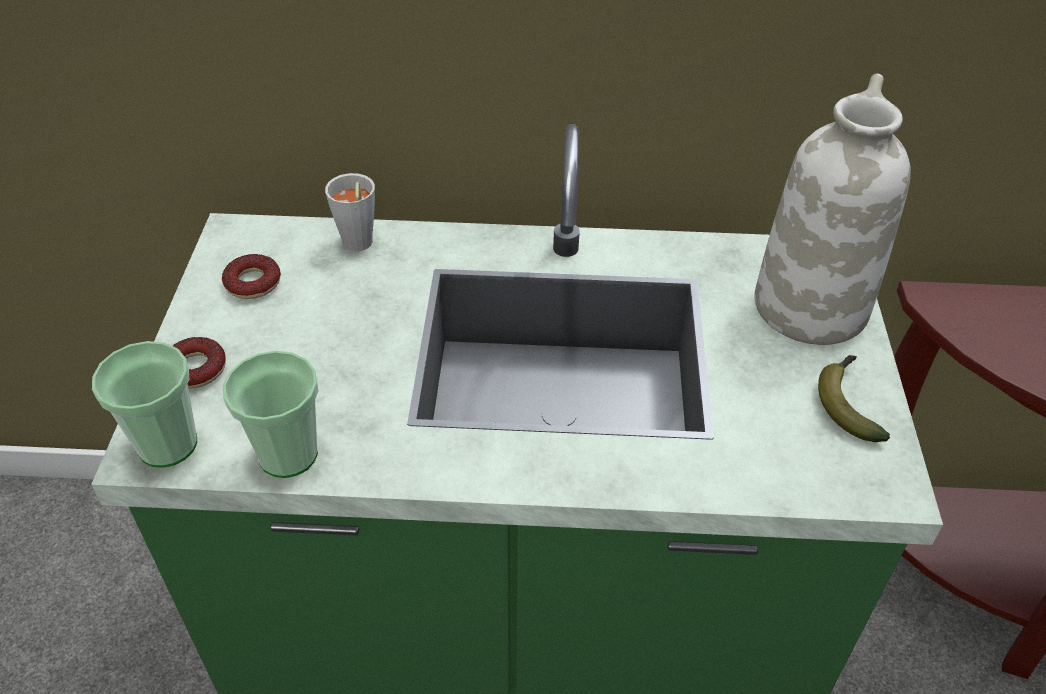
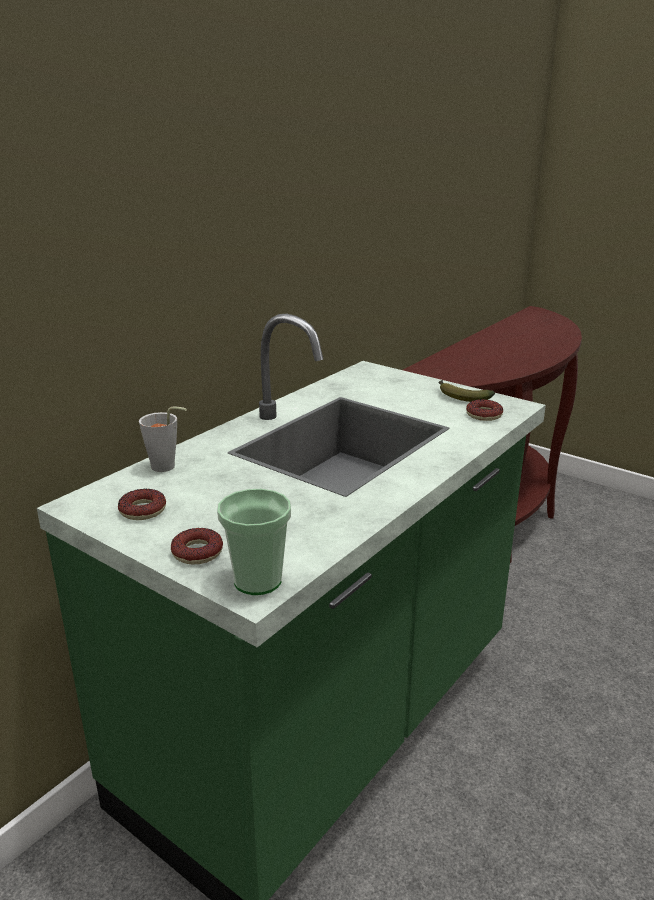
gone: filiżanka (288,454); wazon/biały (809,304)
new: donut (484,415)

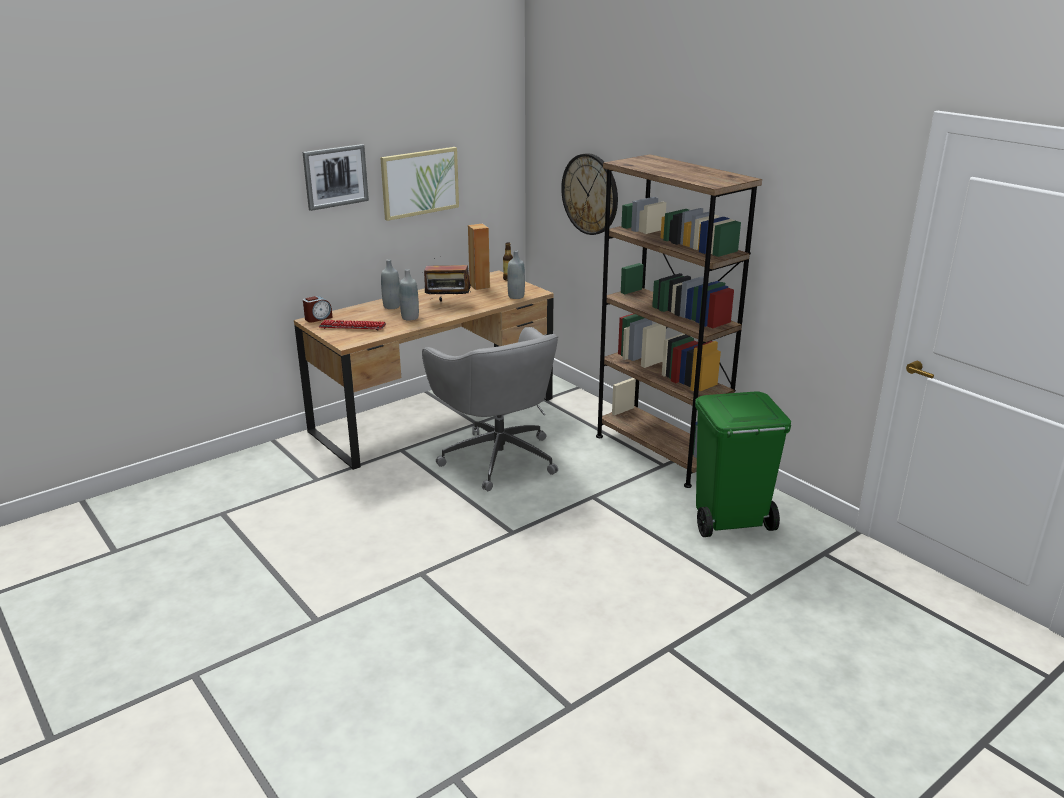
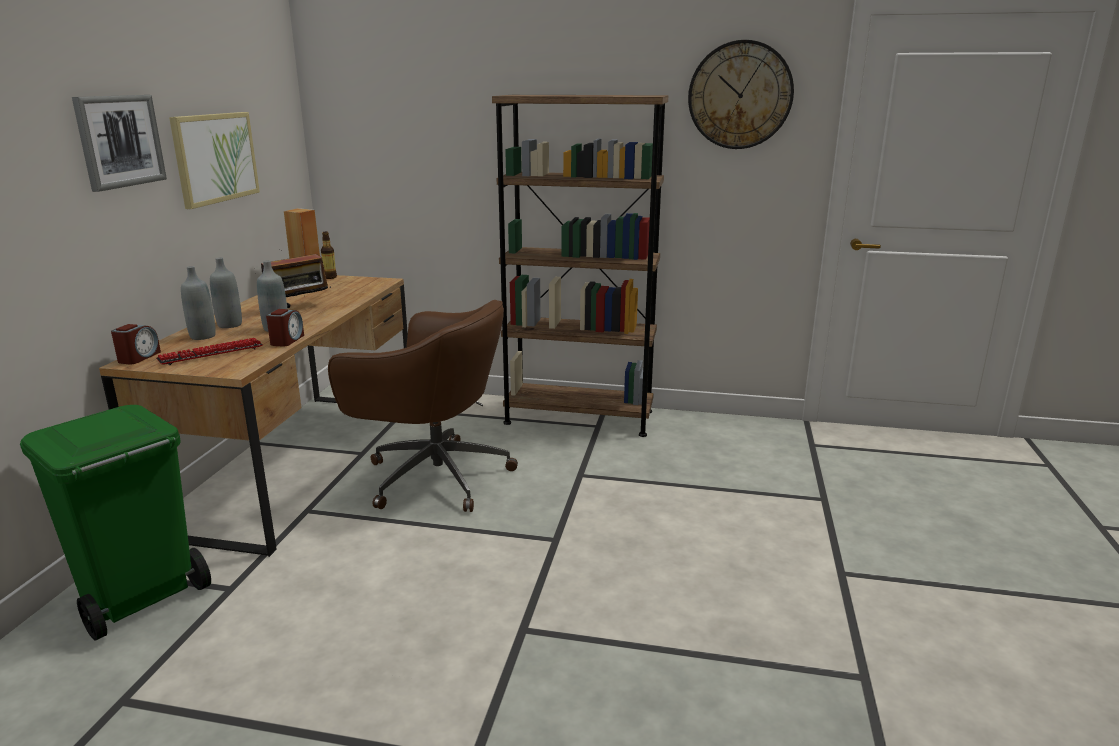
new: budzik (287,340)
shifted: kosz na śmieci/zielony (729,521) to (138,599); butelka/szary (516,296) to (202,336); zegar ścienny (590,194) to (740,95)
repainted: krzesło biurowe/szary (498,457) to krzesło biurowe/brązowy (433,476)

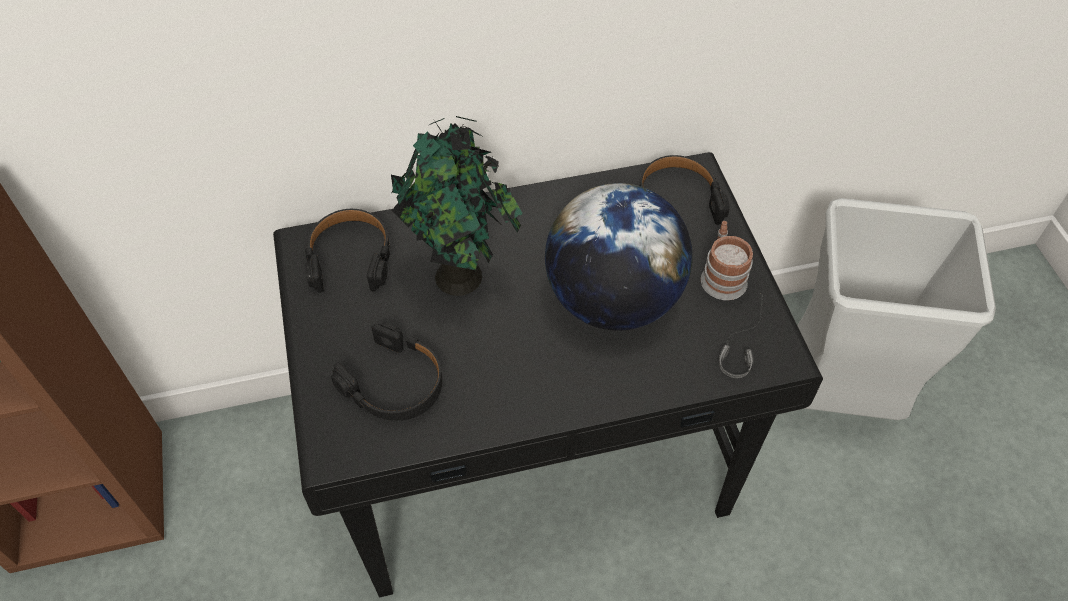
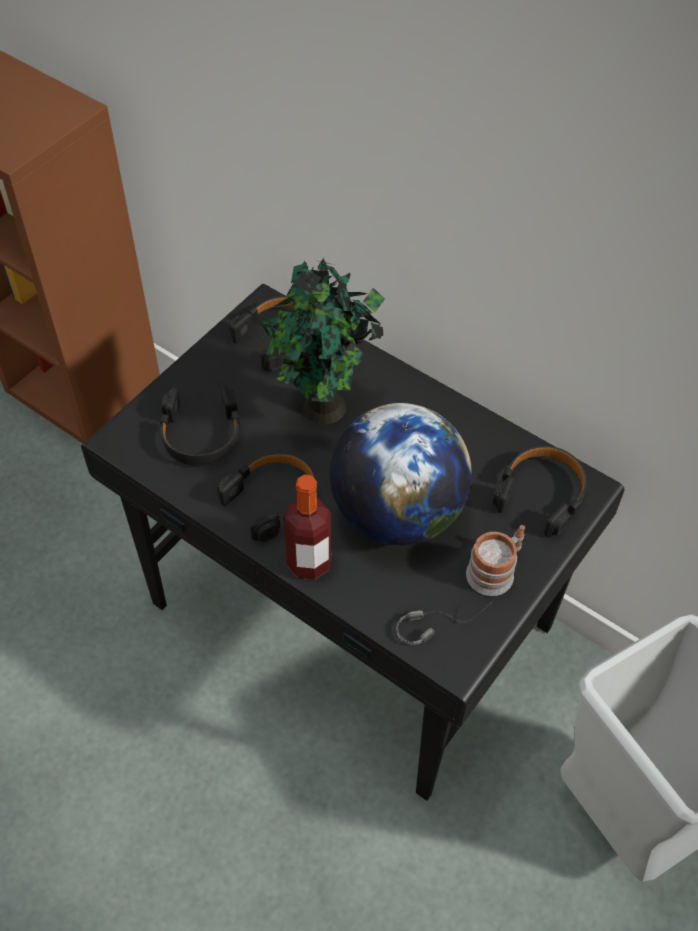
new: słuchawki/czarny (273,500); butelka (309,562)

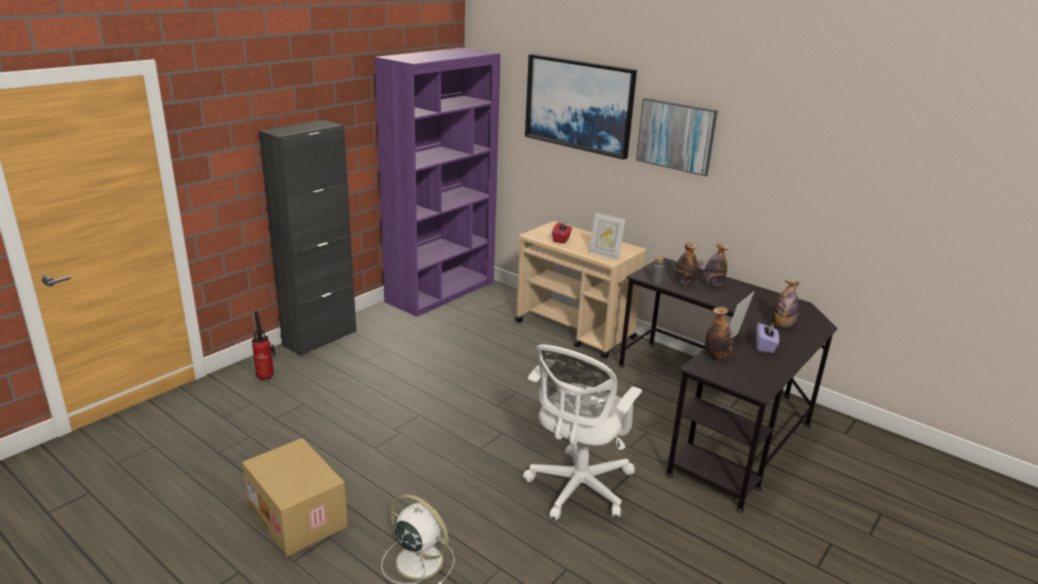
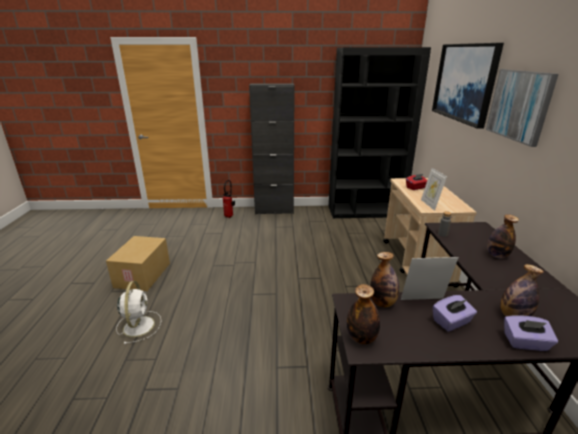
gone: krzesło biurowe/biały (577,489)
new: pudełko chusteczek/fioletowy (525,343)
shifted: butelka (684,283) to (361,338)
repainted: regał/fioletowy (441,292) to regał/czarny (365,211)

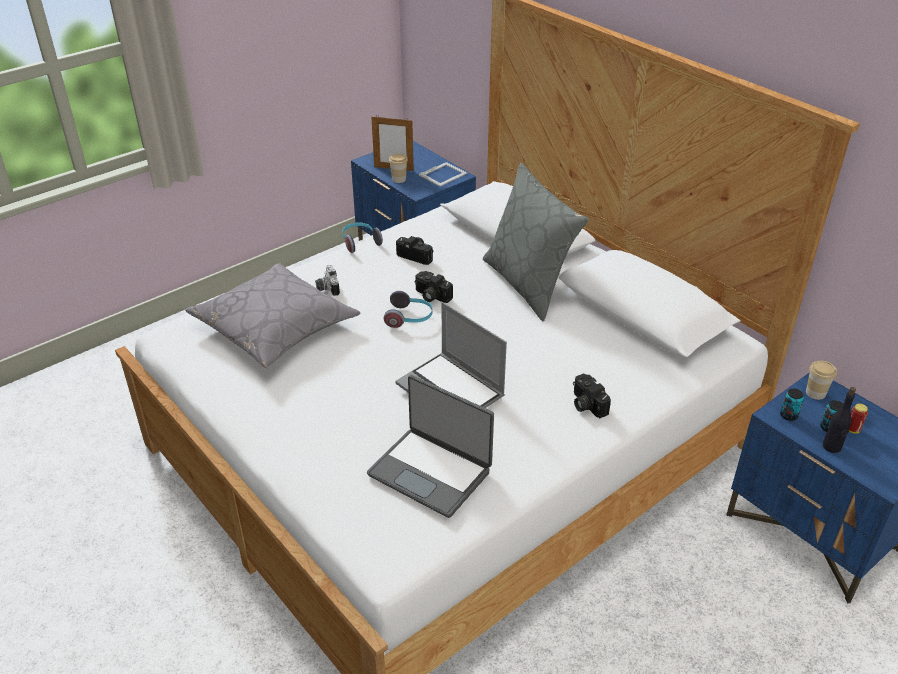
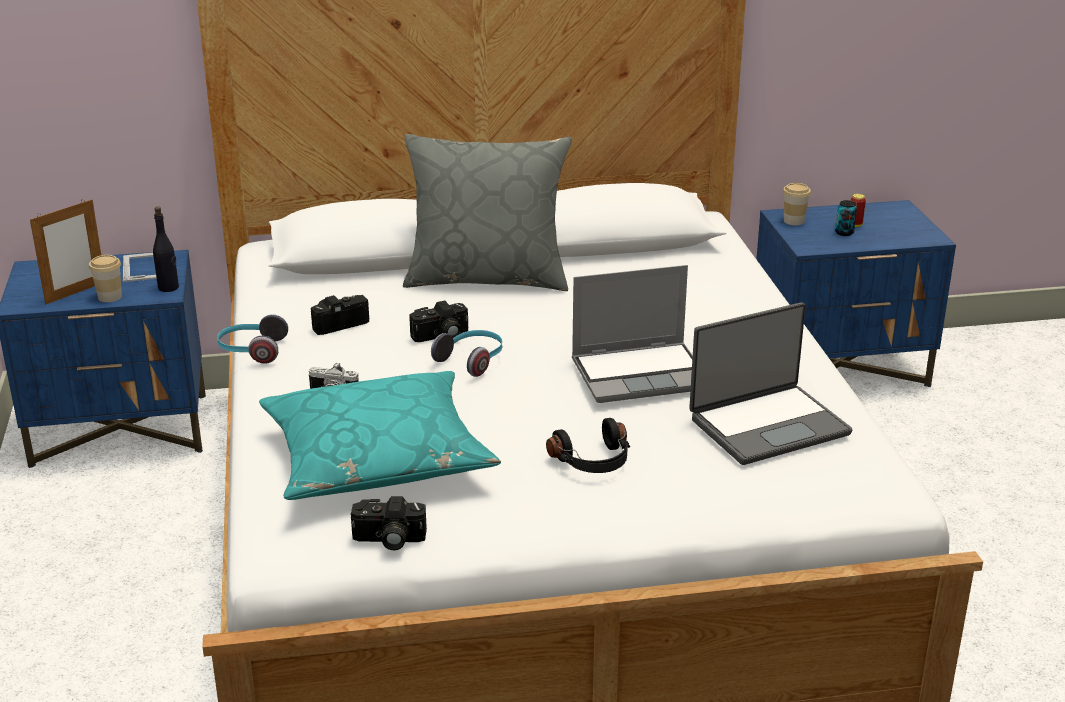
gone: puszka (788,415)
new: słuchawki/czarny (594,462)
shifted: butelka/czarny (832,447) to (168,288); aparat fotograficzny (586,404) to (388,540)
repainted: poduszka/szary (275,326) to poduszka/turkusowy (377,457)

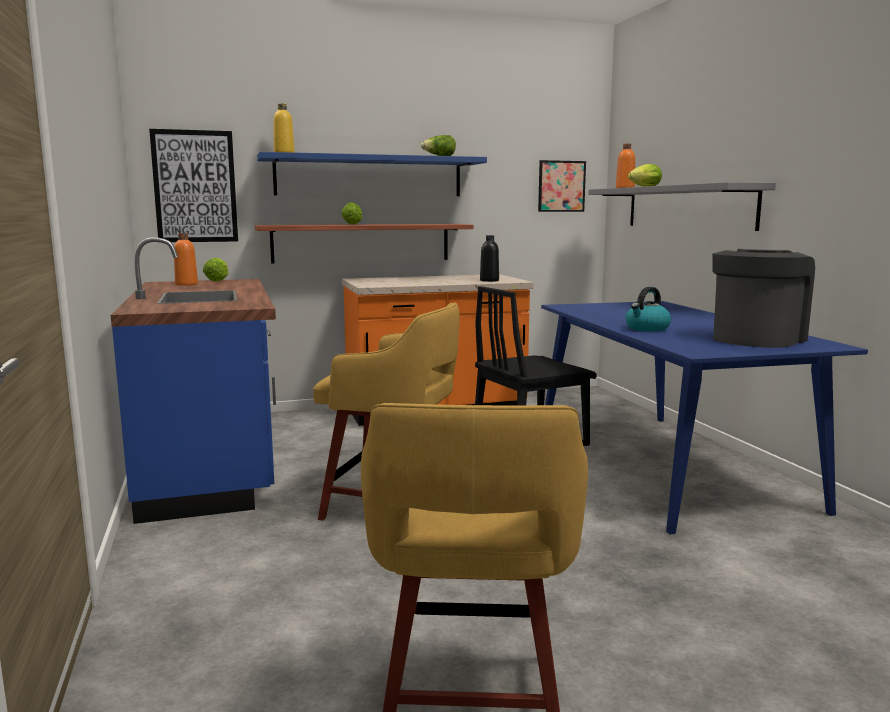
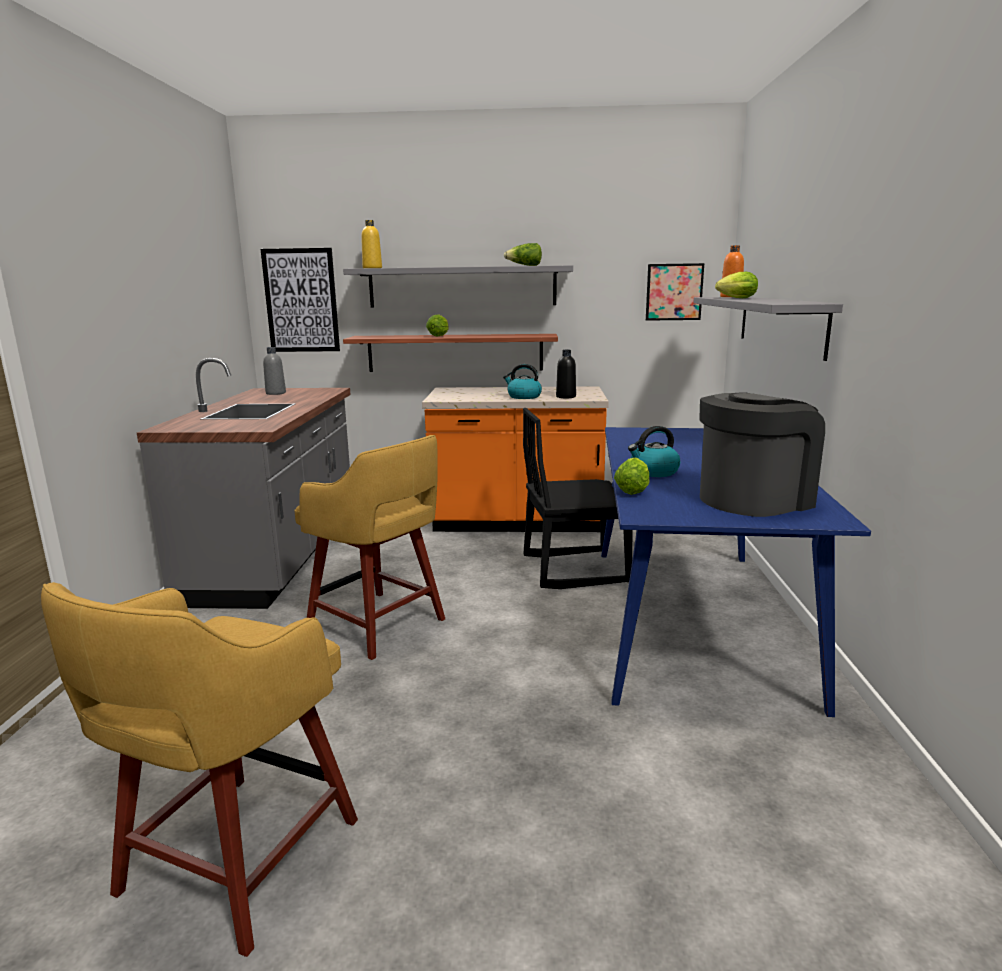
new: czajnik (523,397)
shifted: sałata (218,280) to (633,490)
repainted: zabudowa kuchenna/niebieski (211,463) to zabudowa kuchenna/szary (278,556); butelka/pomarańczowy (186,284) to butelka/szary (276,393); półka/niebieski (369,176) to półka/szary (462,287)

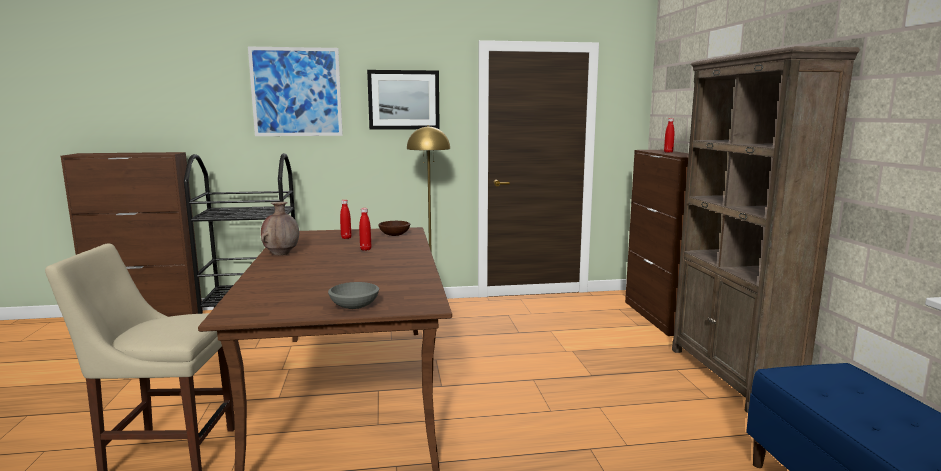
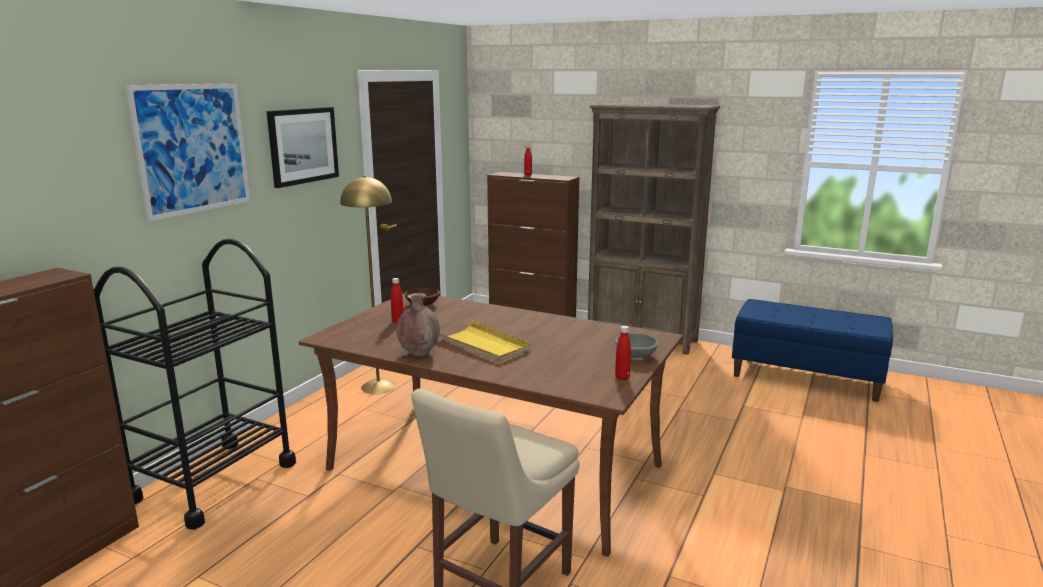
new: taca/żółty (484,345)
shifted: butelka/czerwony (365,249) to (622,378)

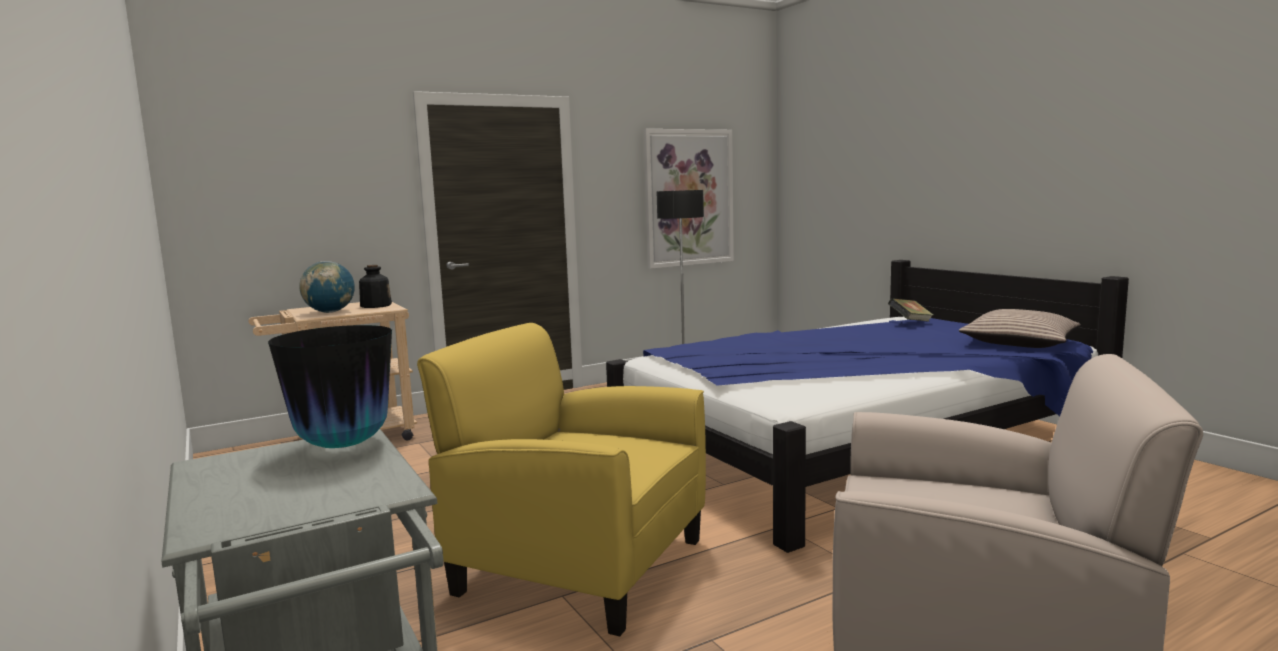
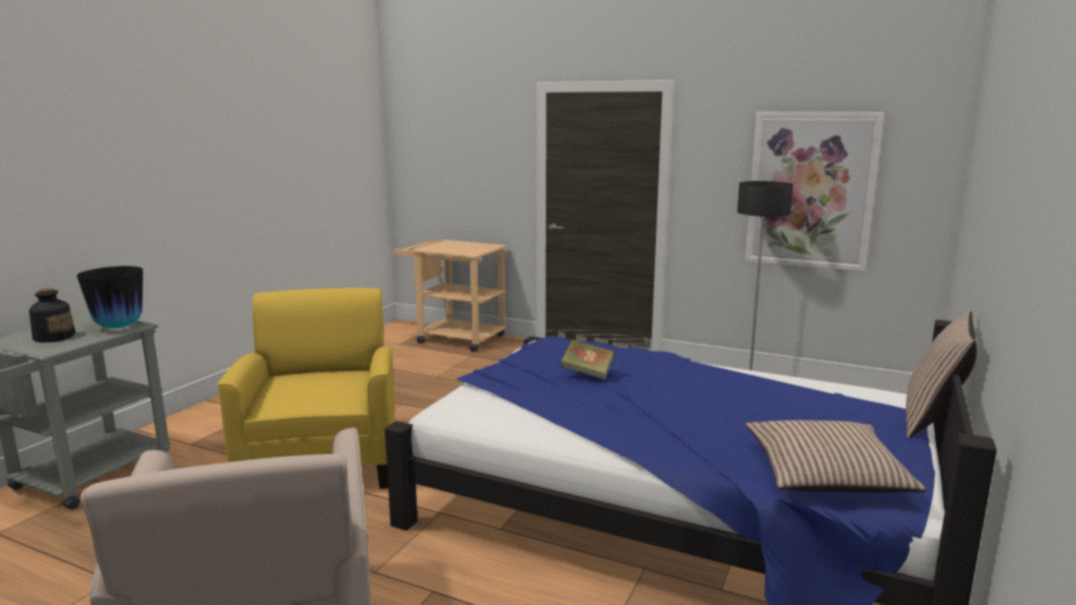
gone: globus (330,312)
new: poduszka (932,421)
shifted: butelka (375,306) to (54,337); książka (910,322) to (587,373)

